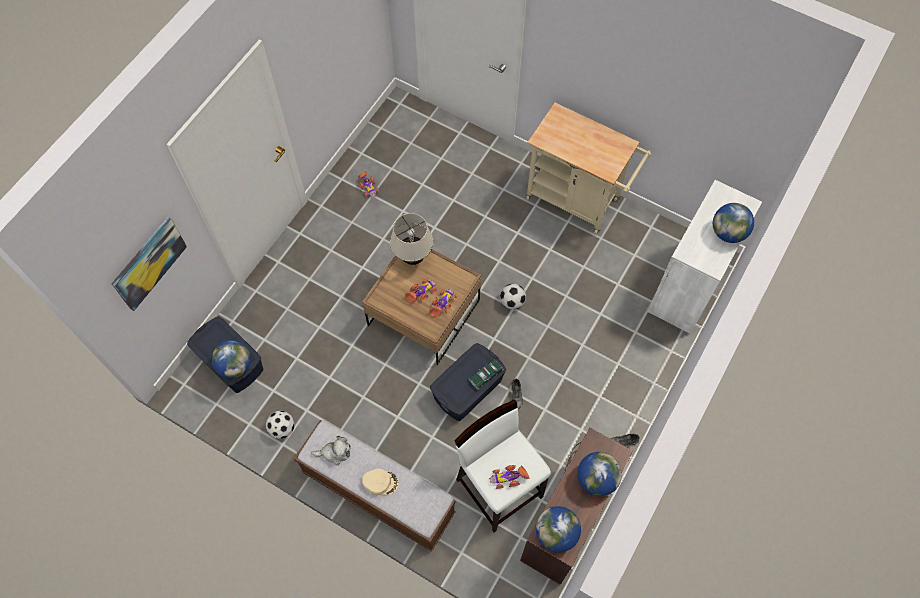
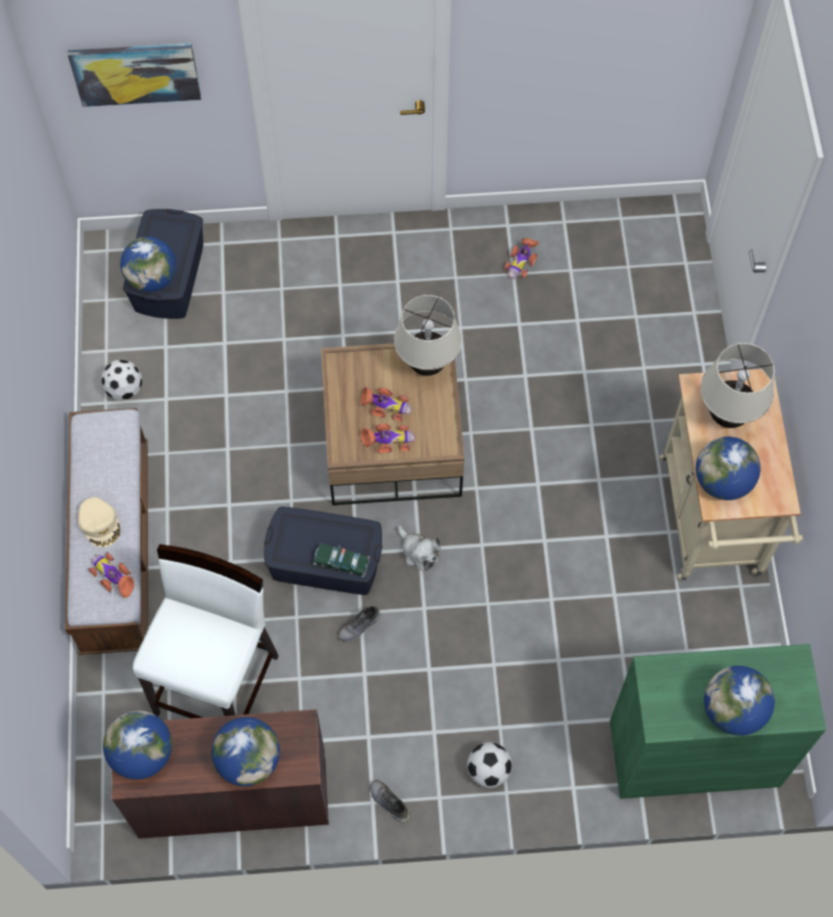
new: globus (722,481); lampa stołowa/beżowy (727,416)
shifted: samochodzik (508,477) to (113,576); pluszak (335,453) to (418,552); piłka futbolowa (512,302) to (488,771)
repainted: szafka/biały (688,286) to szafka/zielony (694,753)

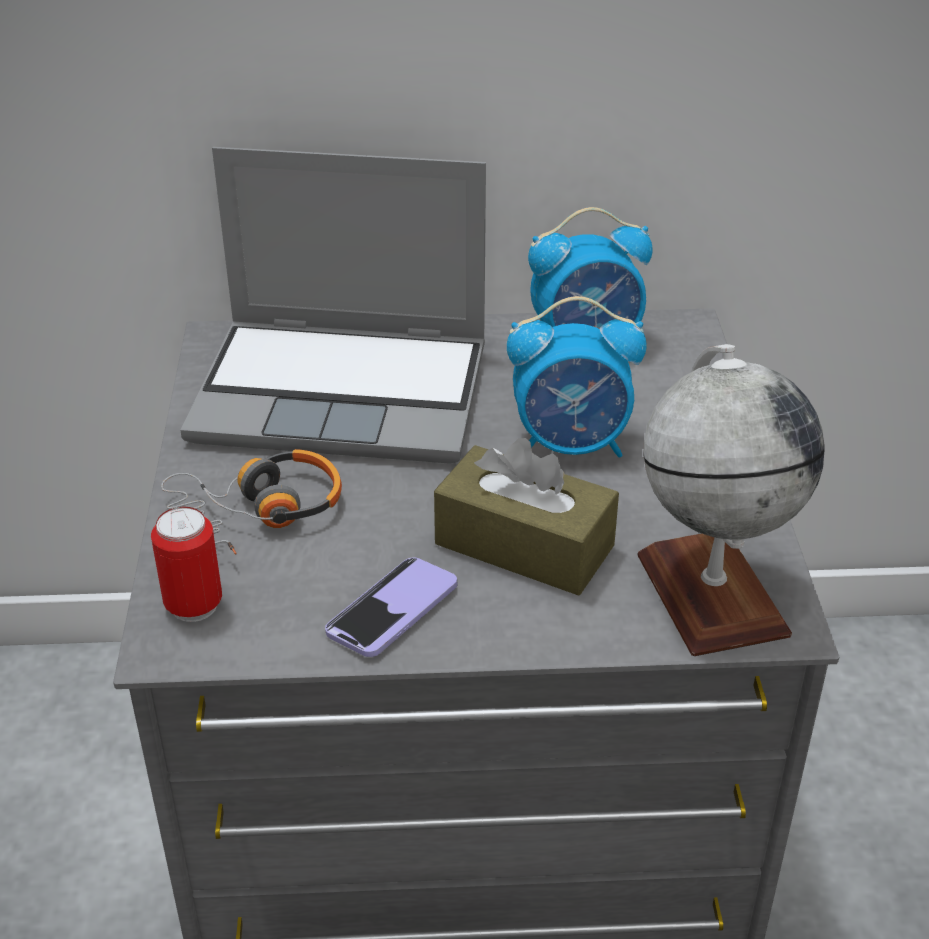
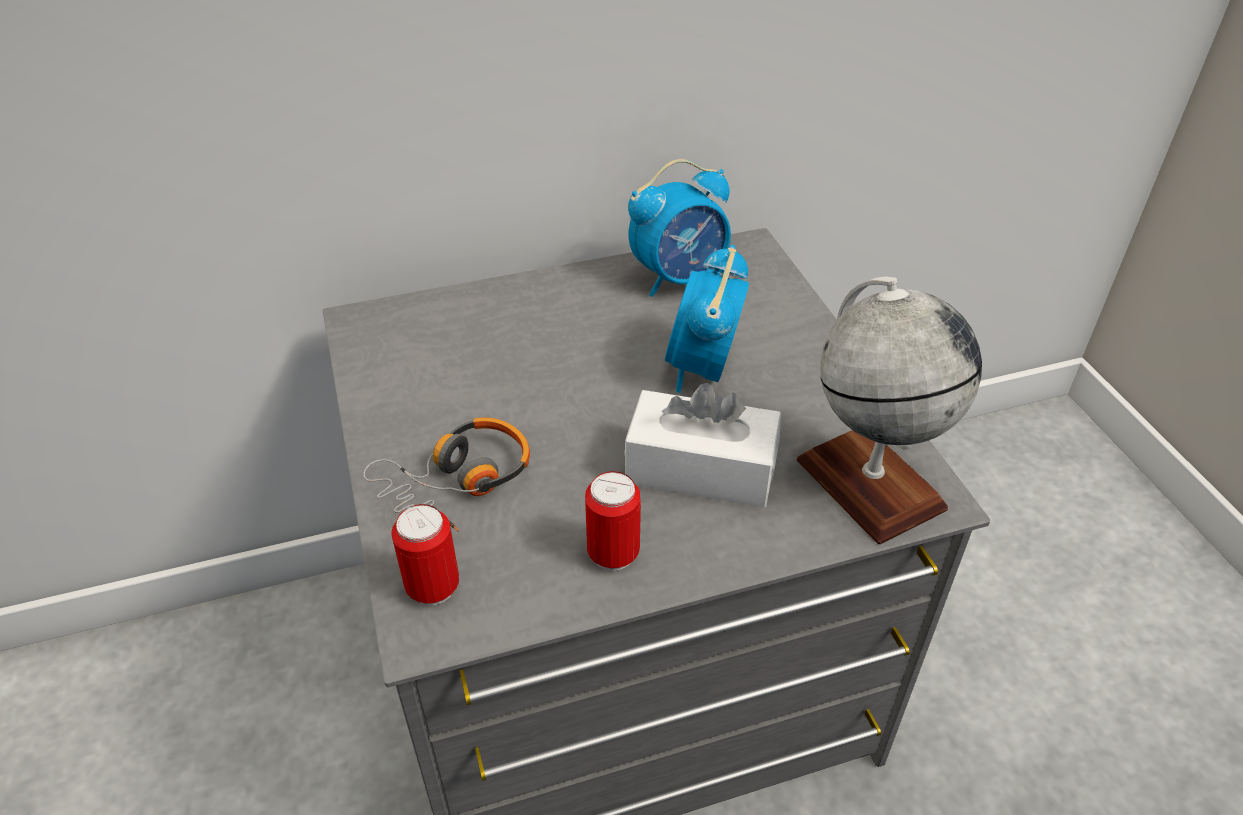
gone: laptop (346,393)
swapped: telefon (392,610) to puszka (613,554)
repainted: pudełko chusteczek/brązowy (524,545) to pudełko chusteczek/biały (701,469)
rotated: budzik (571,445) = (702,369) 120 degrees clockwise

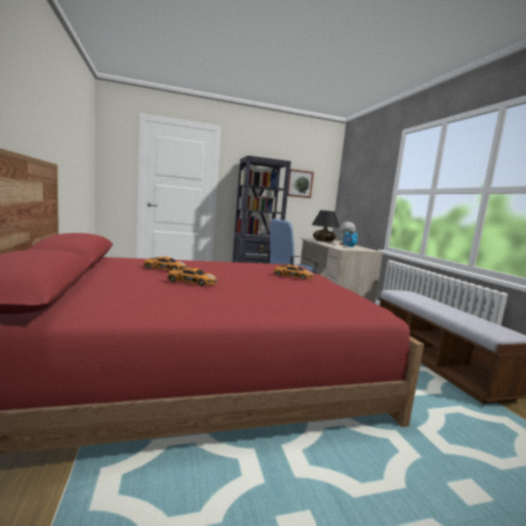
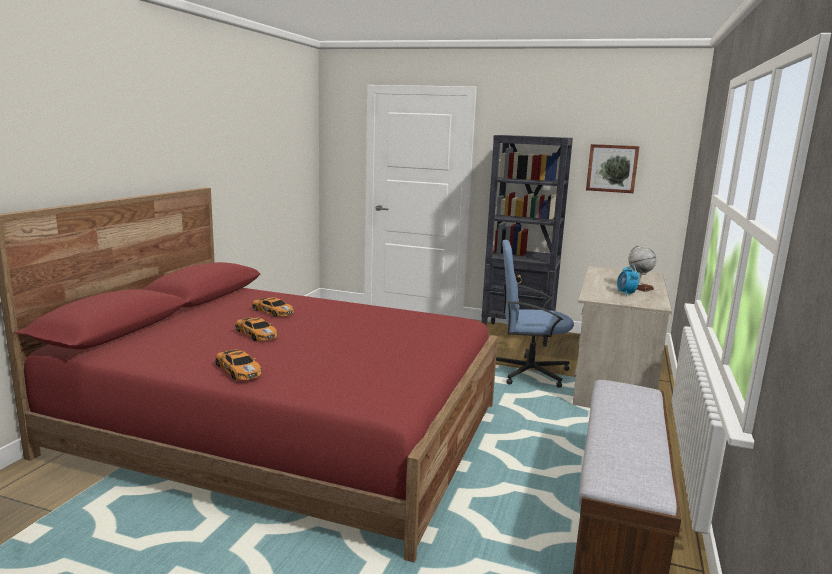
gone: lampa stołowa/czarny (323,241)
shifted: samochodzik (291,276) to (238,370)

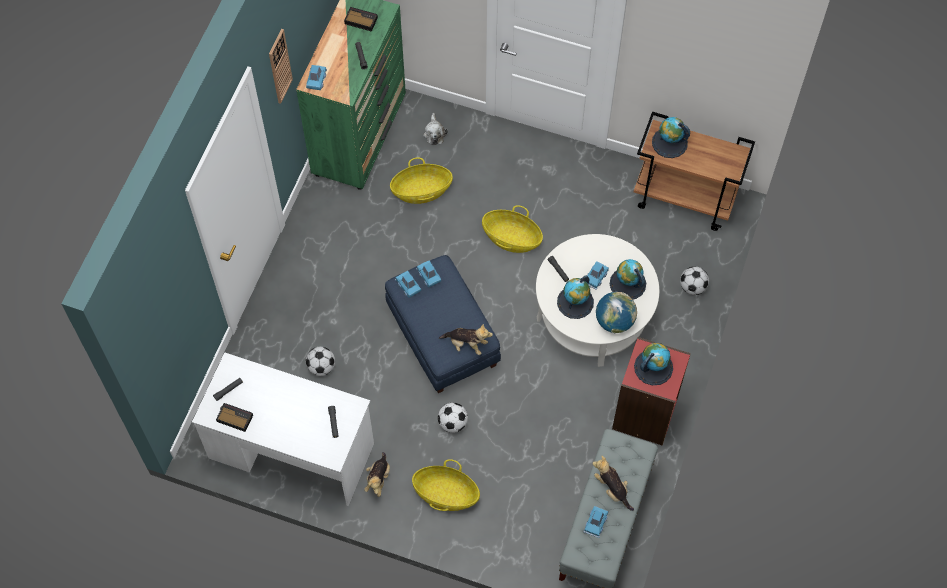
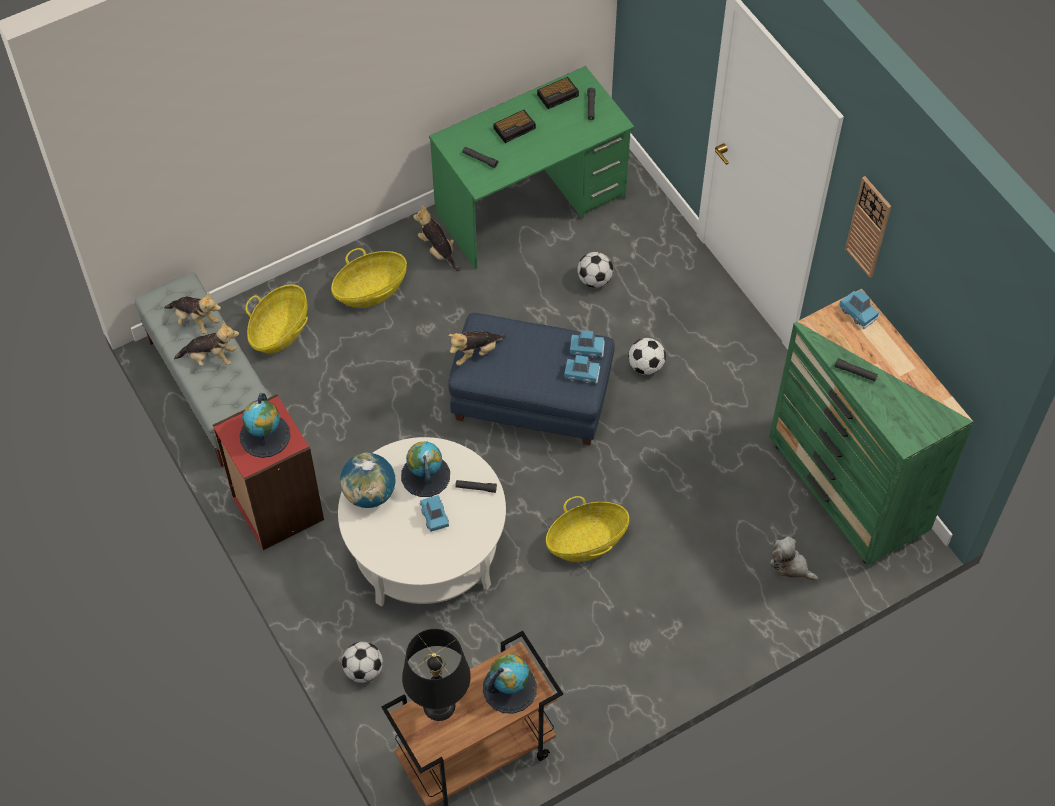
gone: globus (627,283)
new: lampa stołowa/czarny (438,706)
shifted: koszyk (421,191) to (280,331); budzik (360,20) to (515,128); piłka futbolowa (452,423) to (645,366)
swapped: samochodzik/niebieski (595,523) to pluszak (195,320)
repainted: biurko/biały (291,451) to biurko/zielony (531,206)

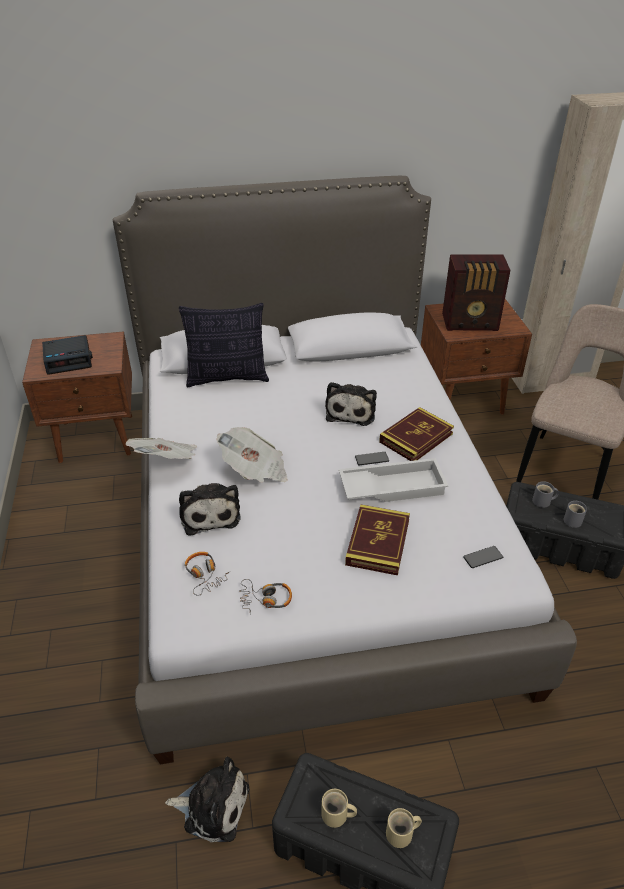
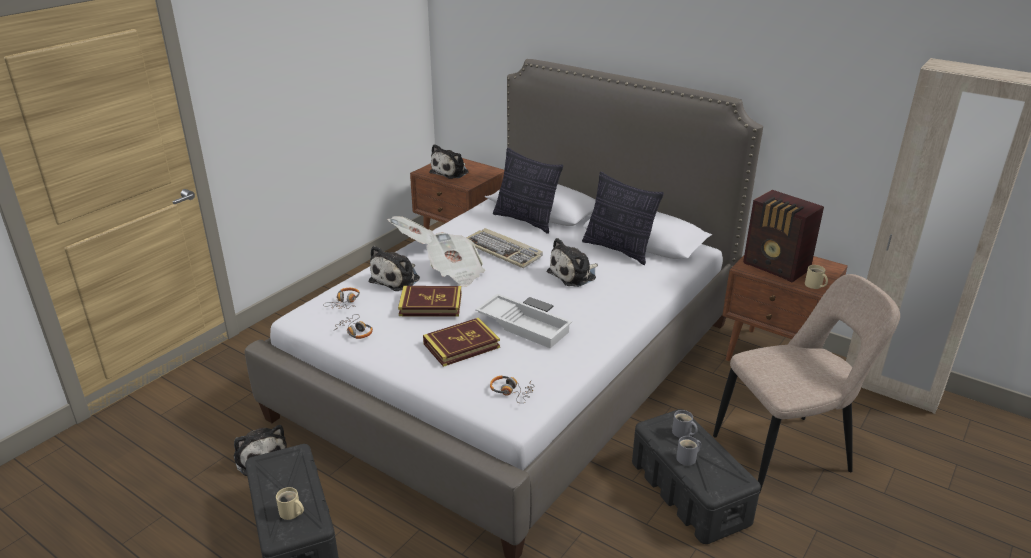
new: klawiatura (503,251); poduszka (618,249)
shifted: książka (416,438) to (430,305); kubek/beżowy (336,815) to (814,285)
swapped: budzik (69,359) to pluszak (451,172); telefon (483,557) to słuchawki (511,392)

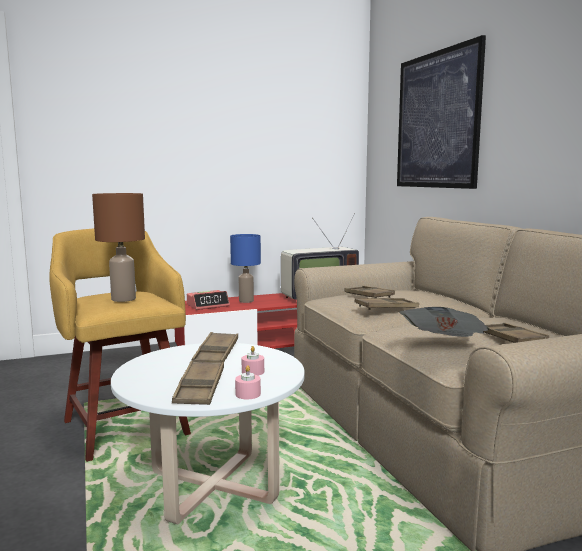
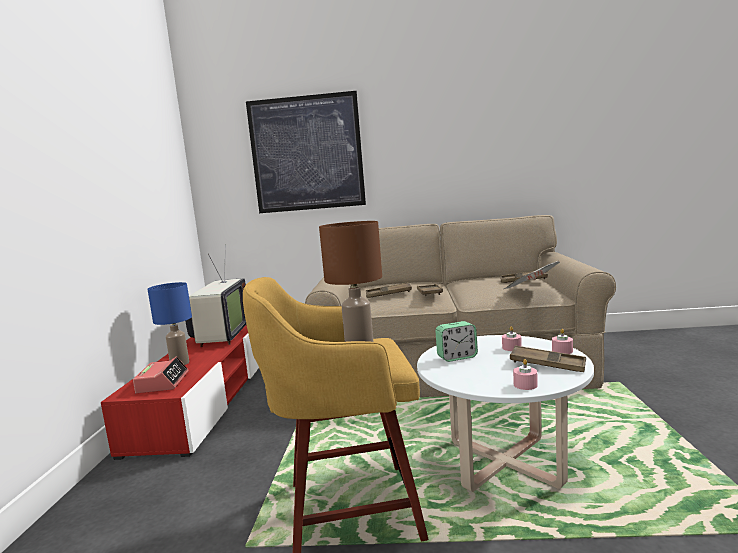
new: świeca/różowy (525,385)
swapped: taca/brązowy (216,354) to budzik (457,357)

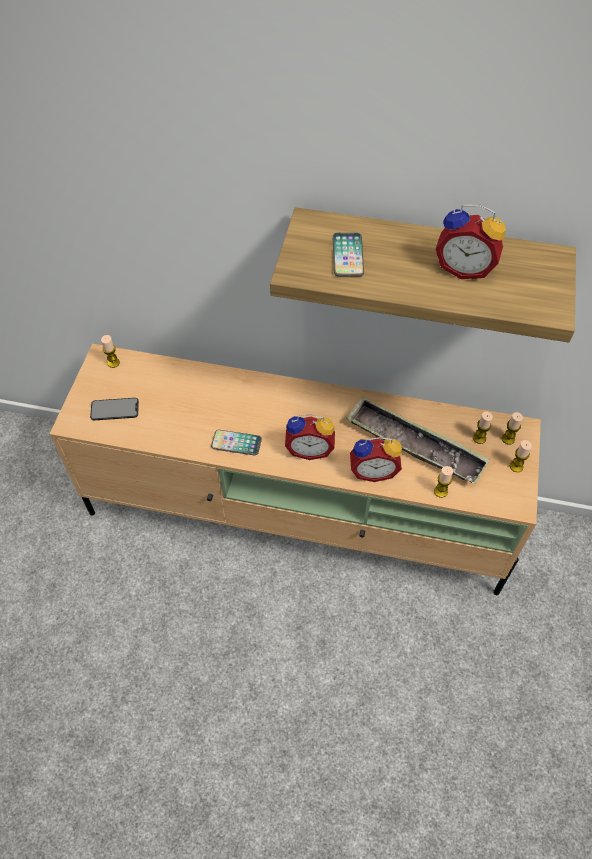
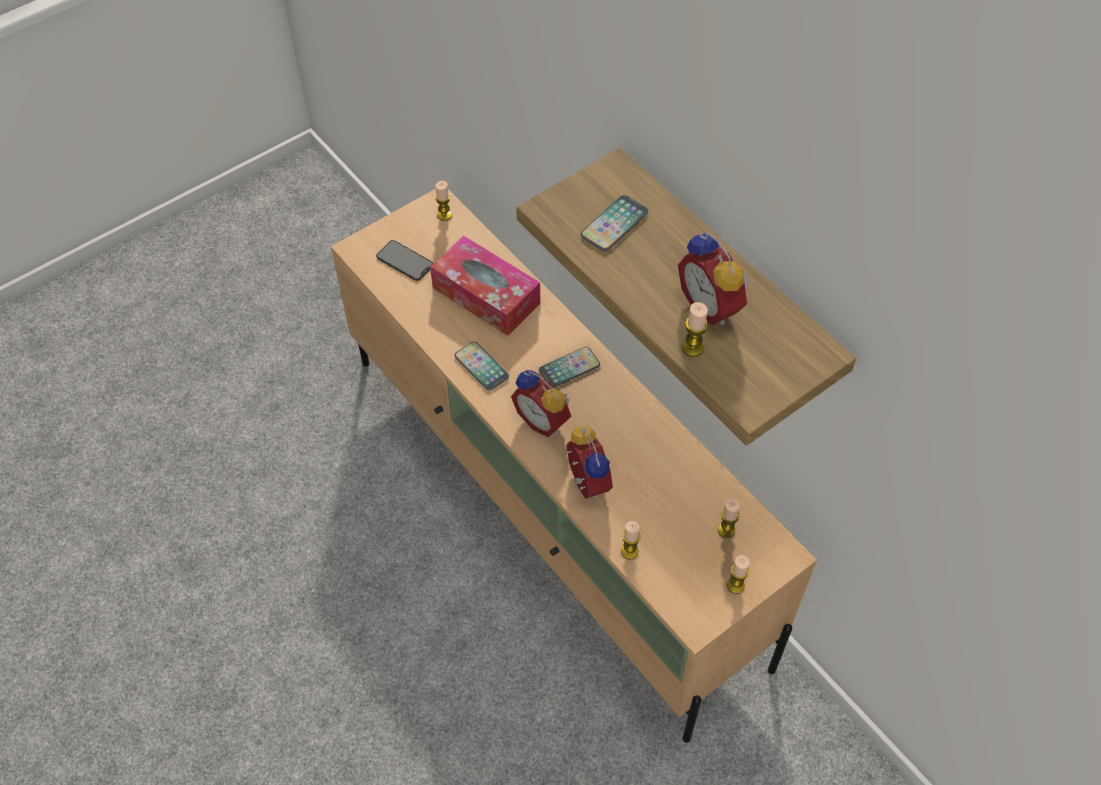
gone: taca (414,445)
new: pudełko chusteczek (486,295); telefon (569,368)
shifted: świeca (508,439) to (692,348)
rotated: budzik (373,470) = (584,483) 150 degrees counterclockwise

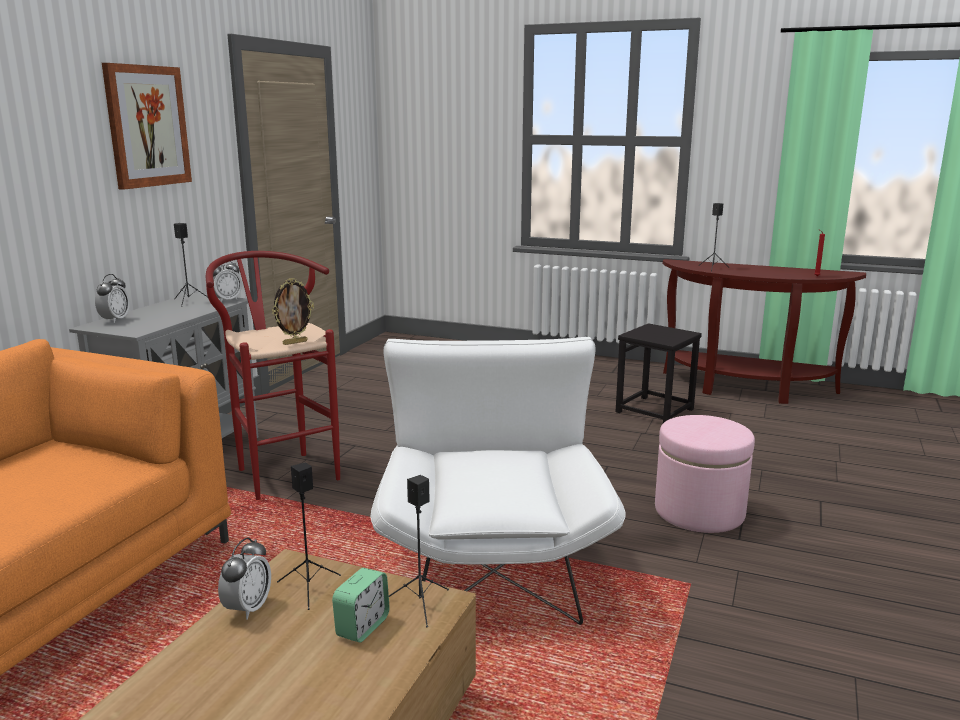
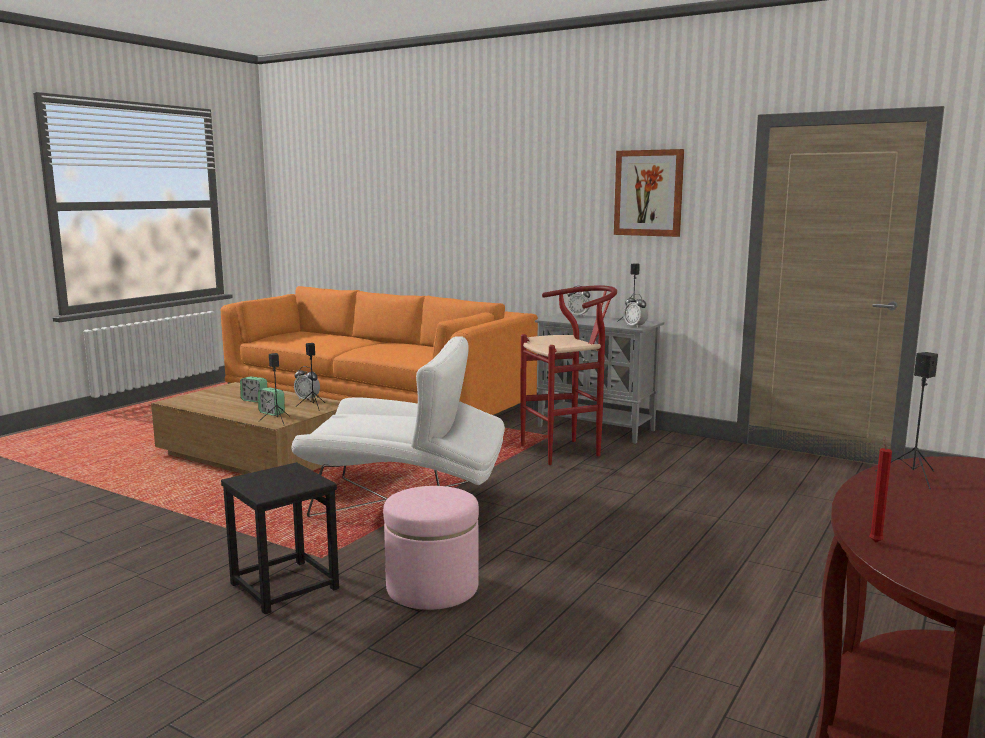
gone: ramka na zdjęcie (295,342)
new: budzik (254,400)
shifted: stołek/czarny (655,411) to (283,586)

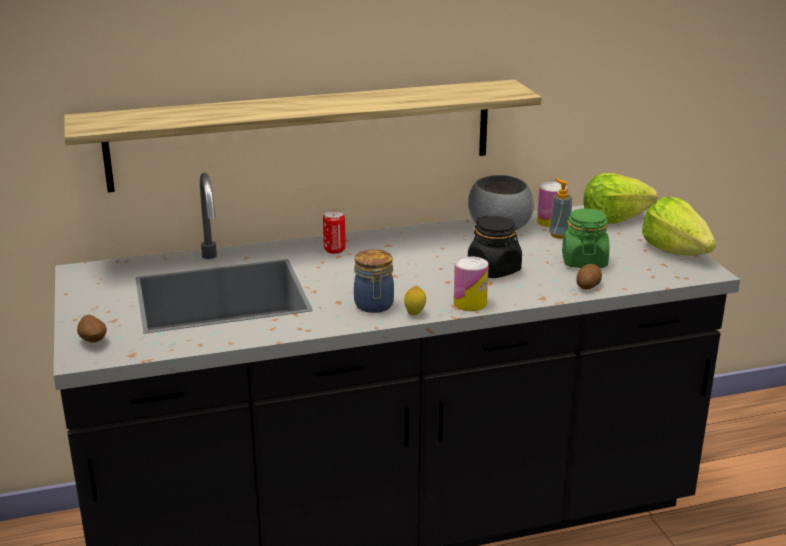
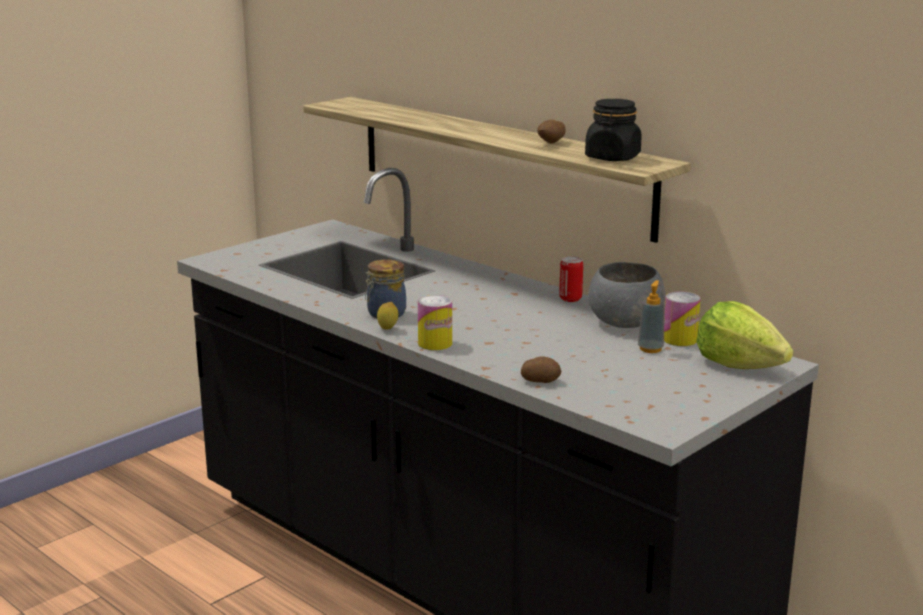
gone: słoik/zielony (584,261); sałata (675,251)
shifted: ziemniak (93,341) to (551,143); puszka (334,250) to (570,299); słoik/czarny (494,270) to (612,157)

